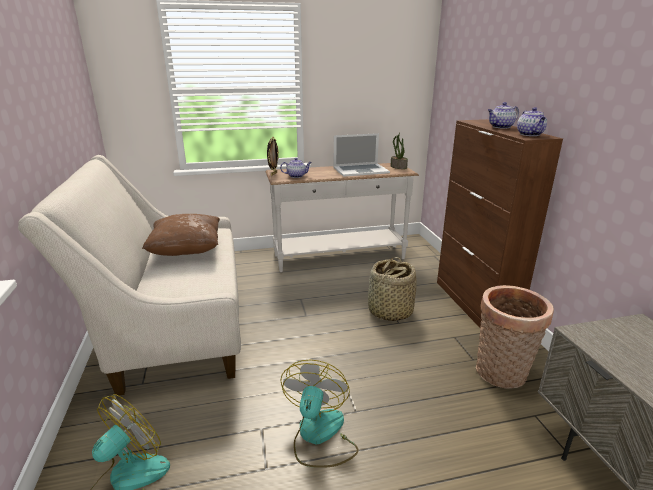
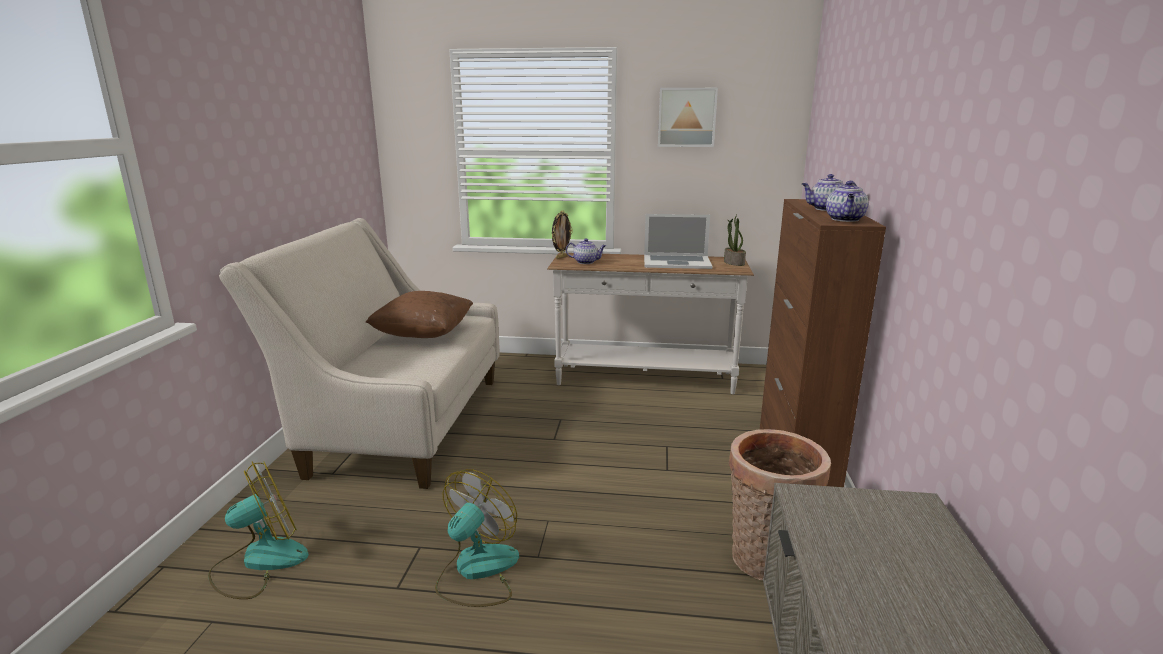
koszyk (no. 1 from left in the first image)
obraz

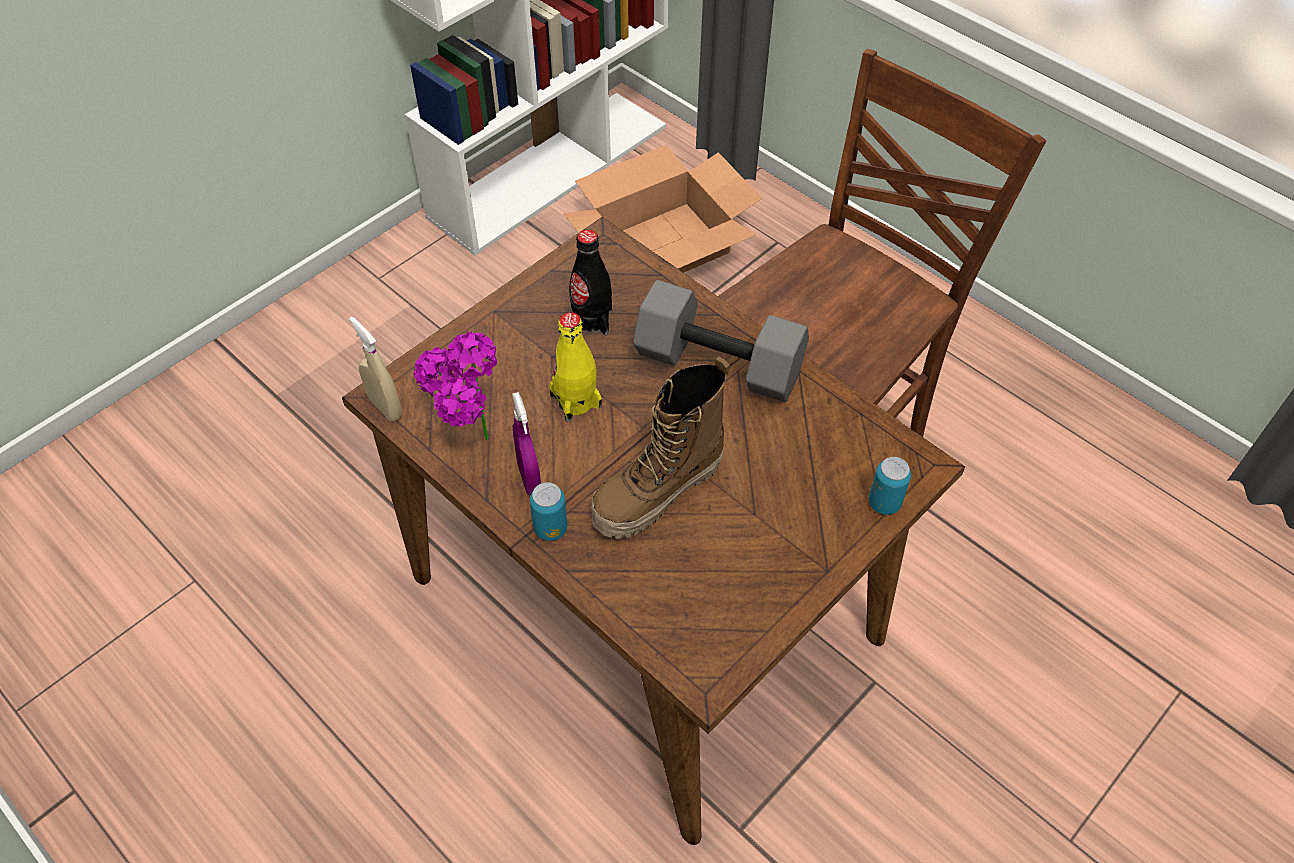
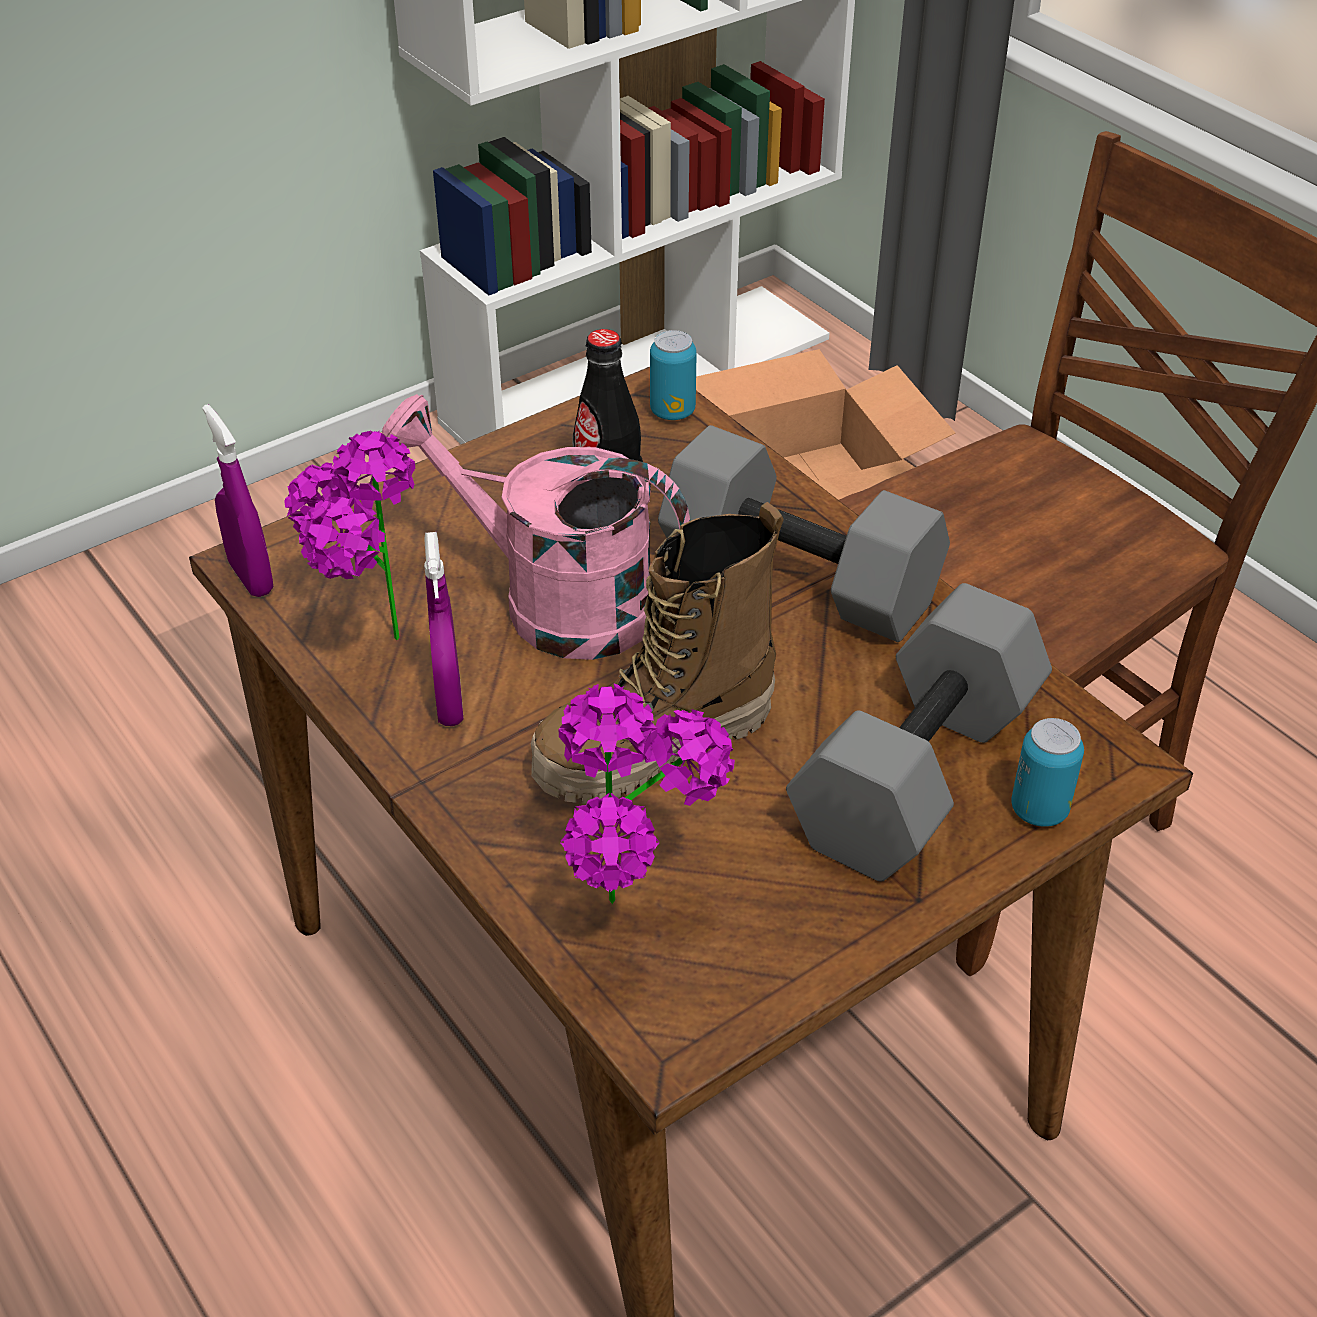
roślina doniczkowa (no. 2 from left)
hantel/szary (no. 2 from left)
puszka (no. 1 from left)
konewka/różowy
spryskiwacz/fioletowy (no. 1 from left)

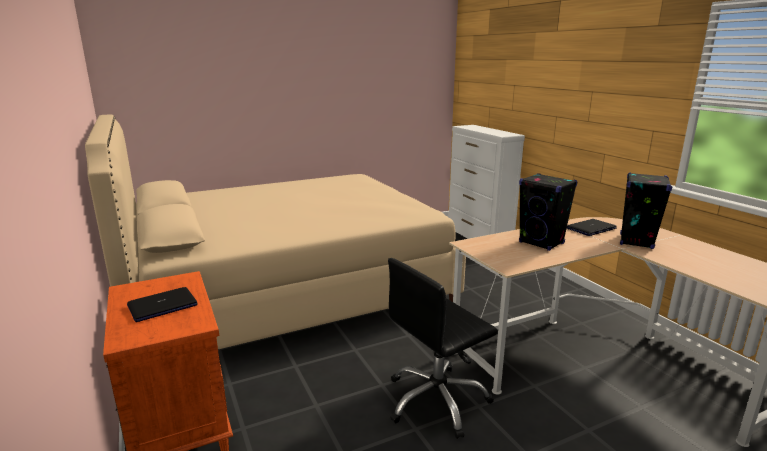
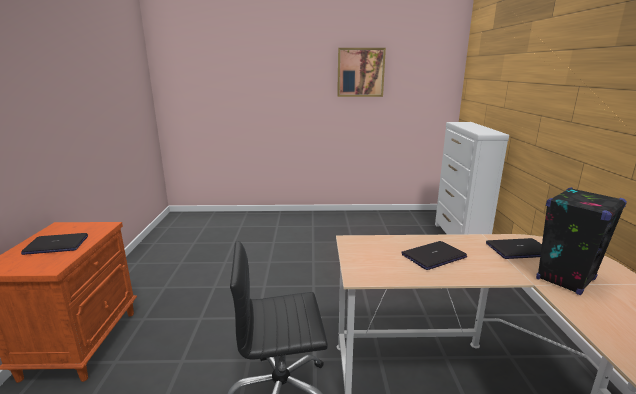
łóżko/beżowy
obraz
laptop (no. 2 from left)

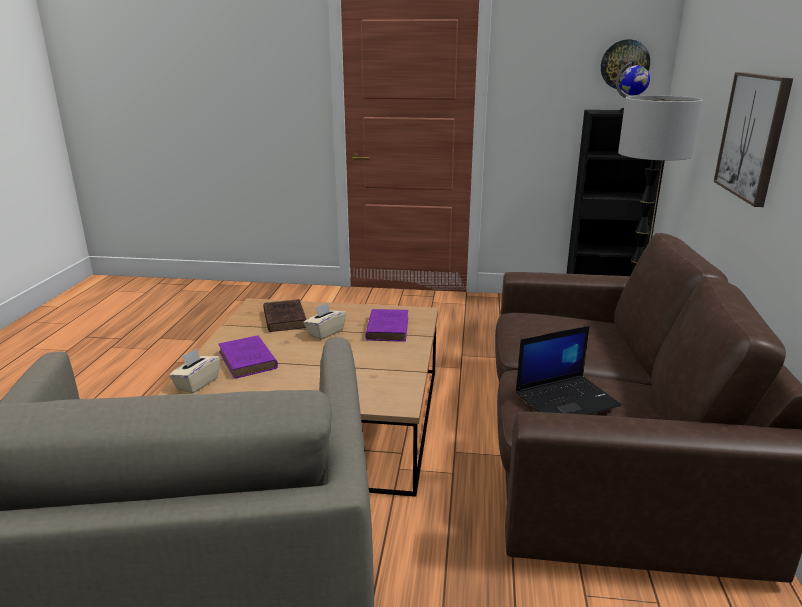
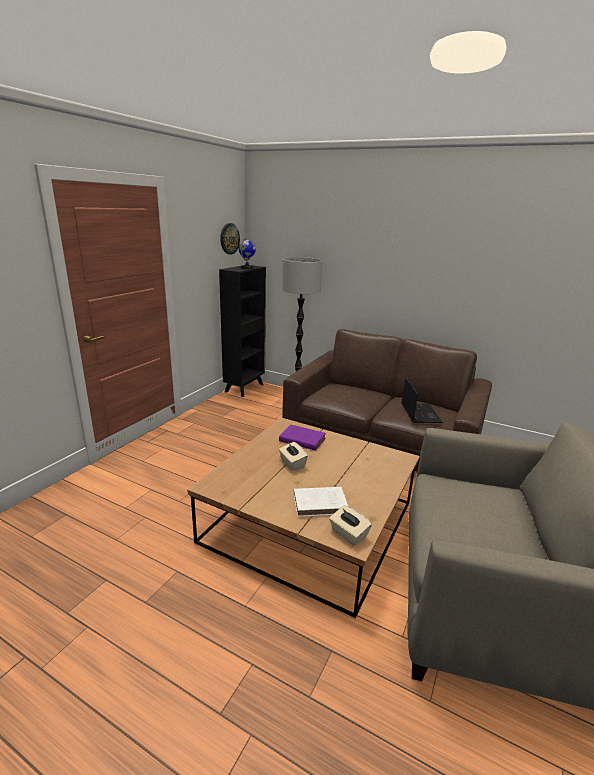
książka/brązowy
obraz
książka/biały

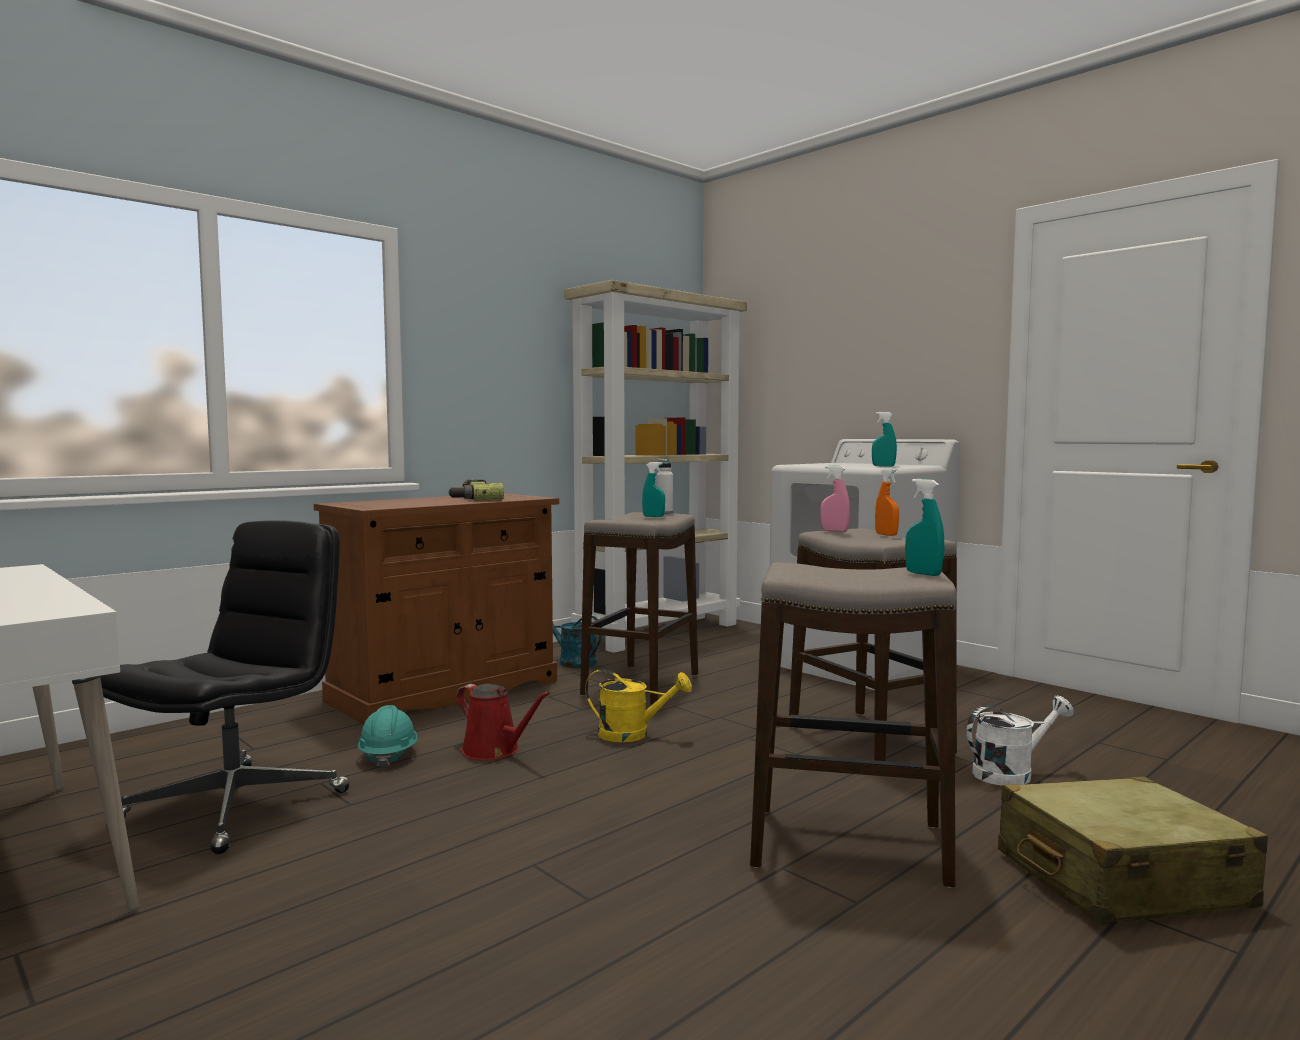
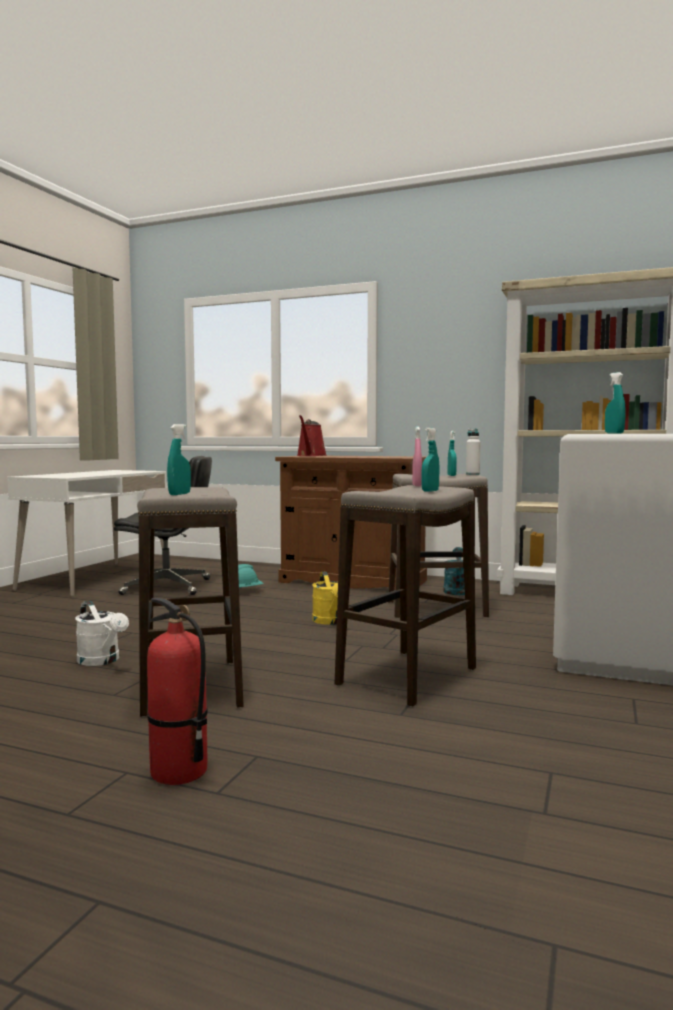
wiertarka
konewka/czerwony
konewka/biały
gaśnica
spryskiwacz/turkusowy (no. 2 from left)

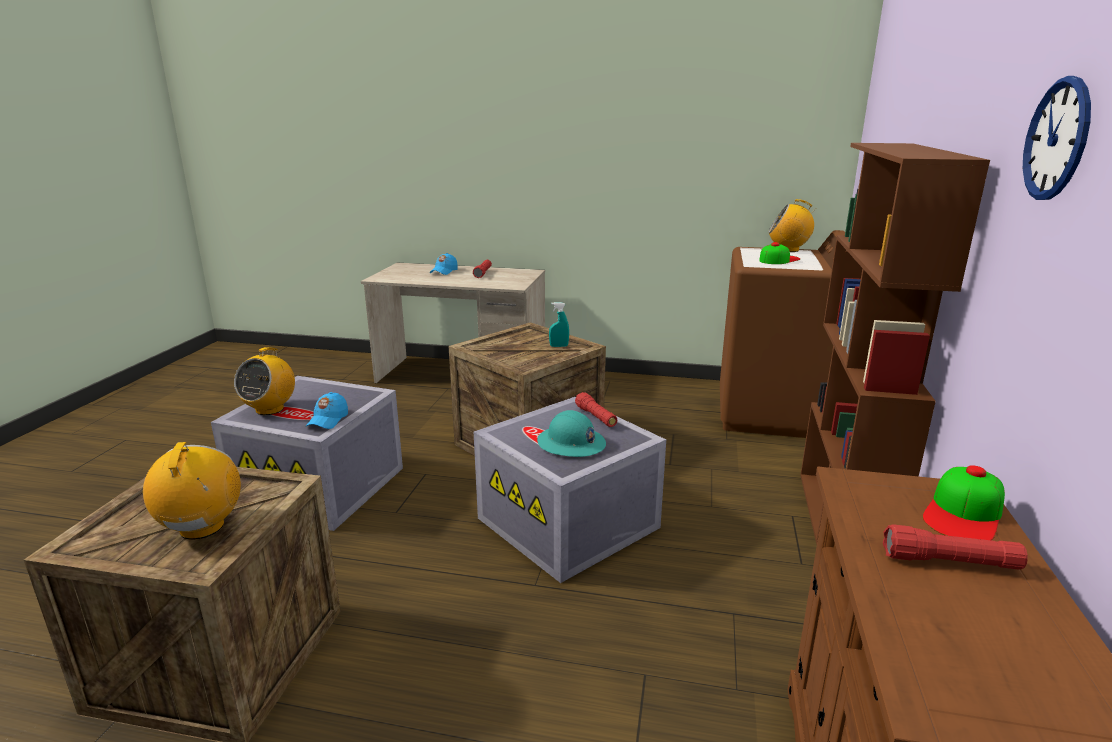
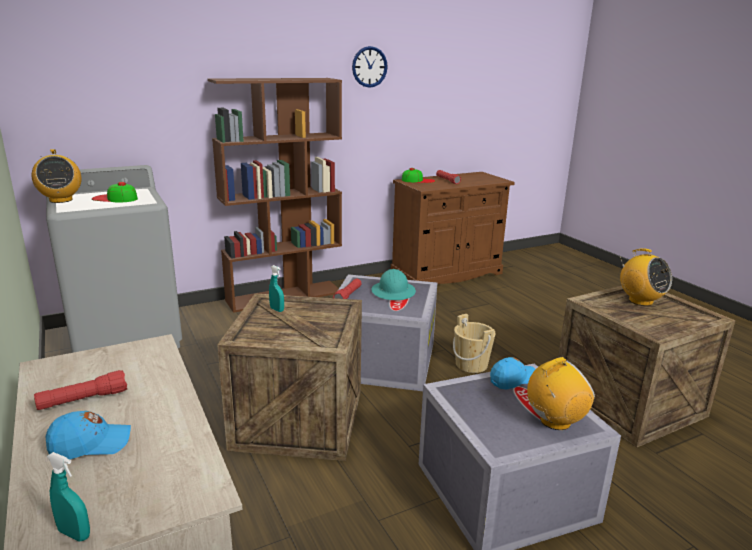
spryskiwacz/turkusowy (no. 1 from left)
wiadro/beżowy
pralka/szary
radio (no. 3 from left)

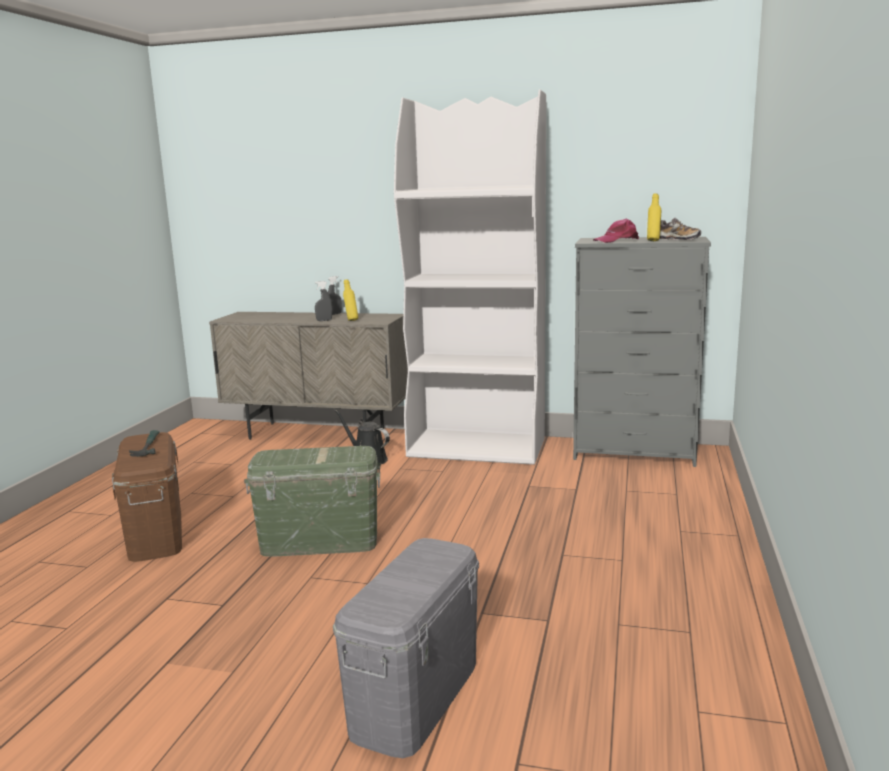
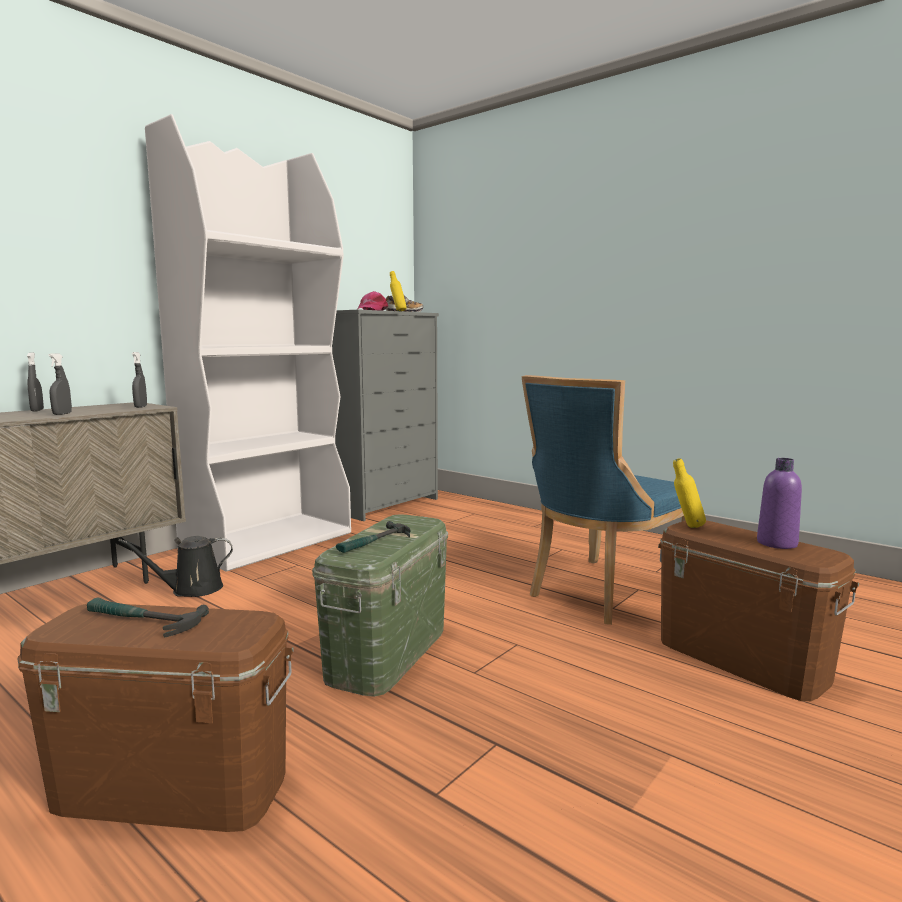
spryskiwacz/szary (no. 3 from left)
młotek (no. 2 from left)
krzesło/niebieski
butelka/fioletowy
butelka/żółty (no. 2 from left)
pojemnik do przechowywania/brązowy (no. 2 from left)

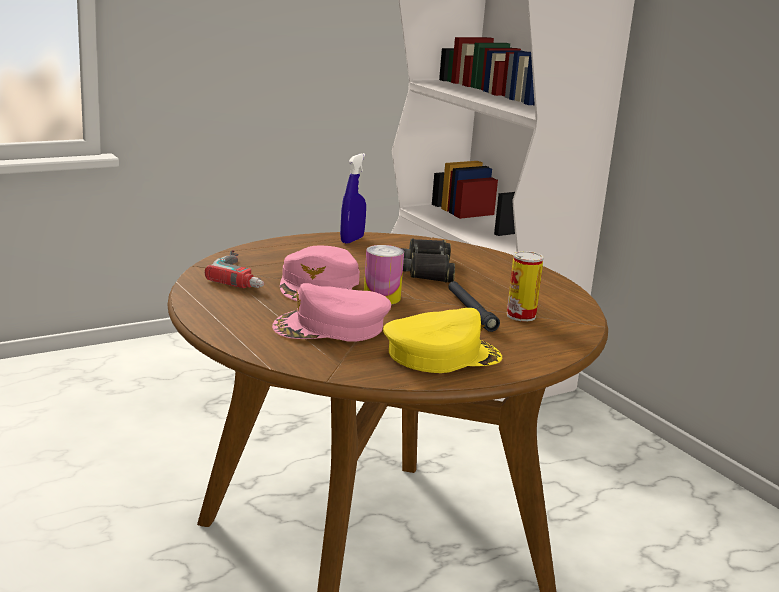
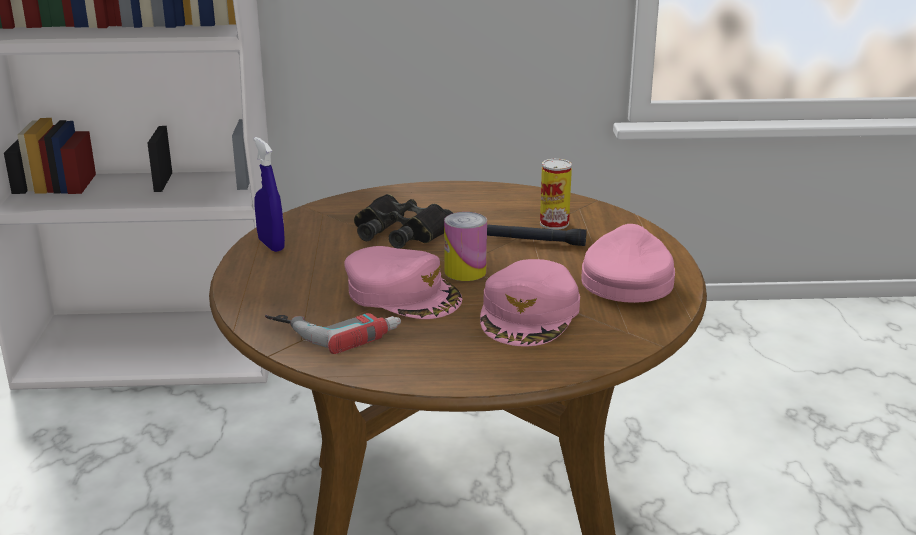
czapka z daszkiem/różowy (no. 3 from left)

